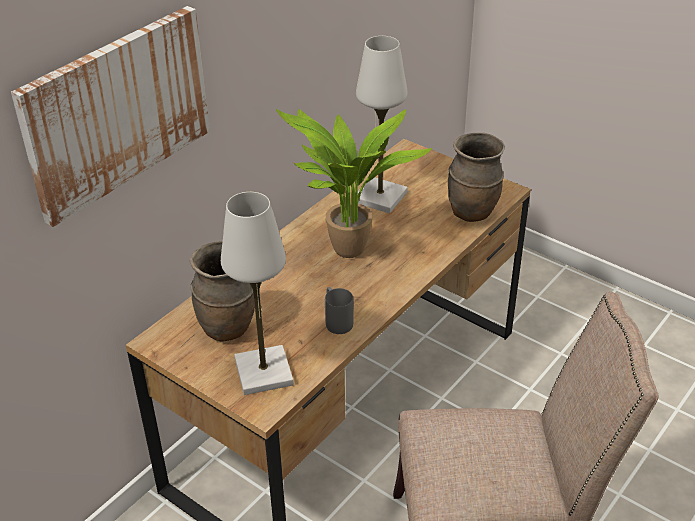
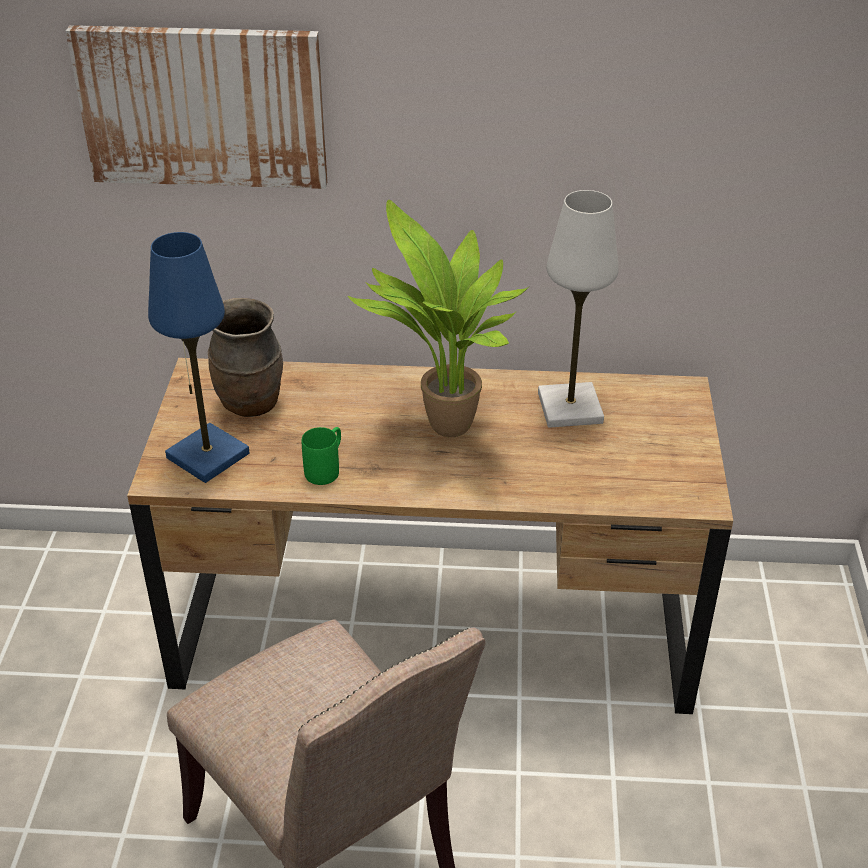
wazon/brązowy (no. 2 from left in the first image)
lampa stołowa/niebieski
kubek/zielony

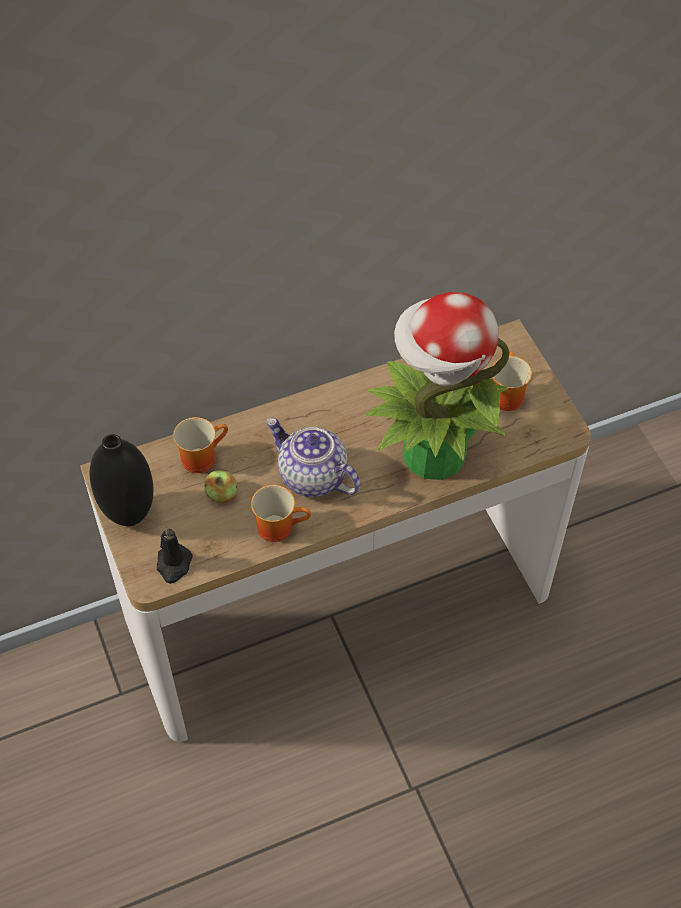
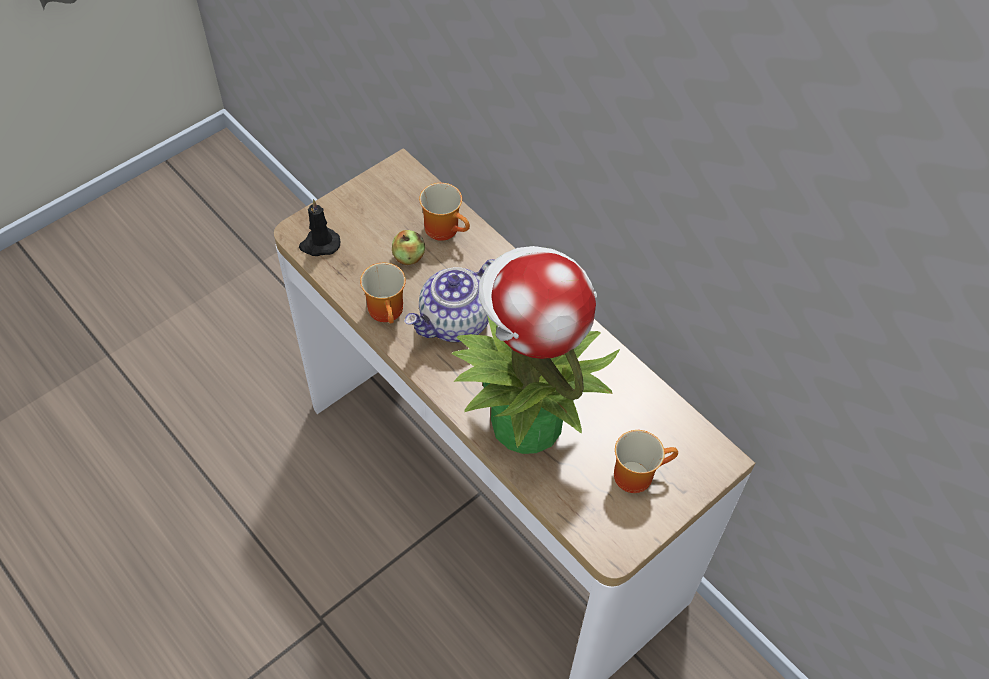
wazon/czarny
imbryk

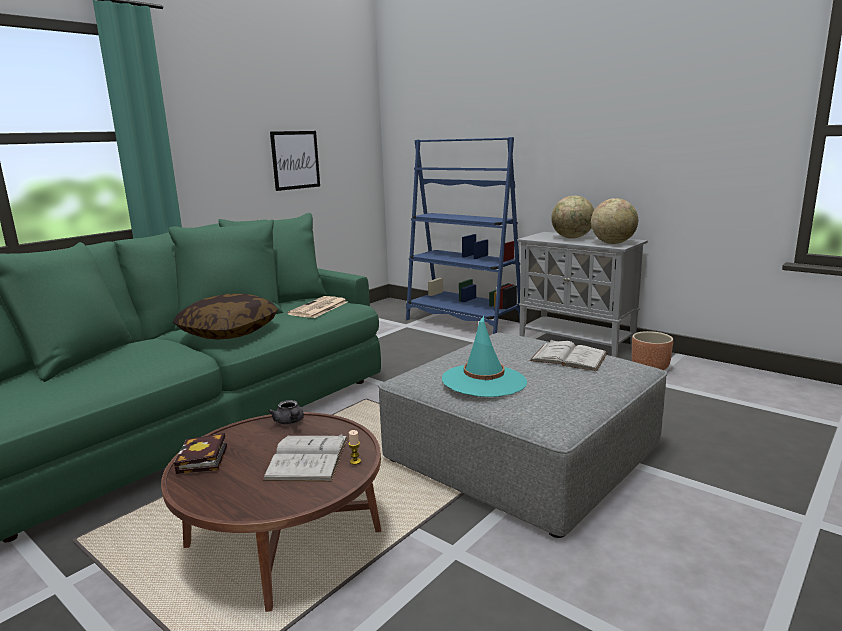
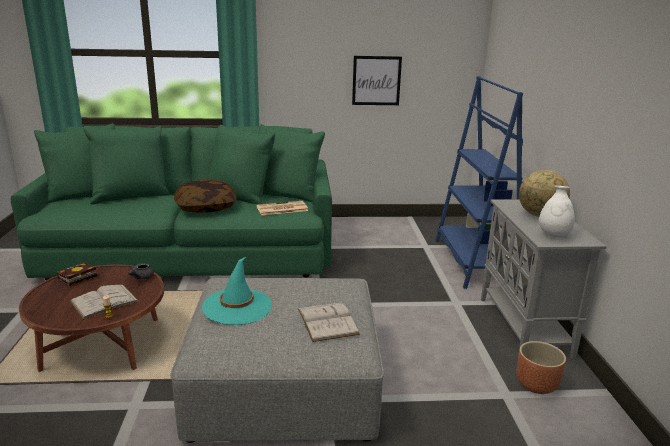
wazon/biały

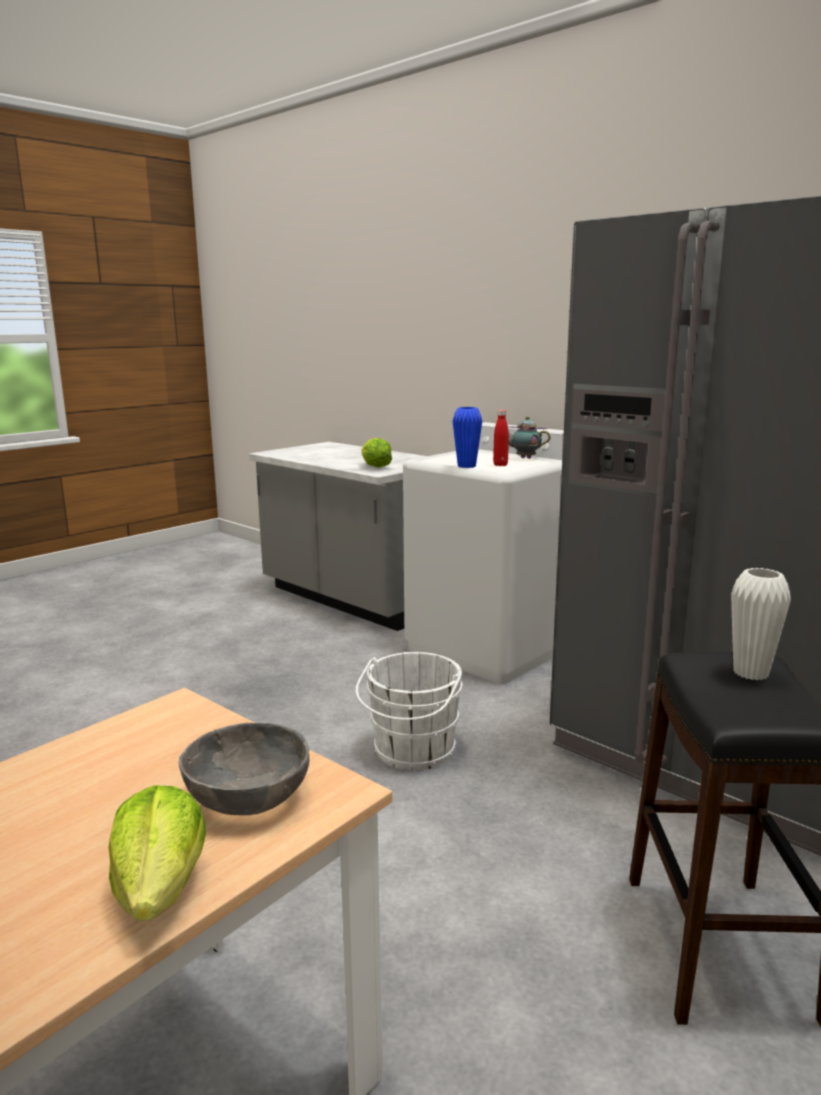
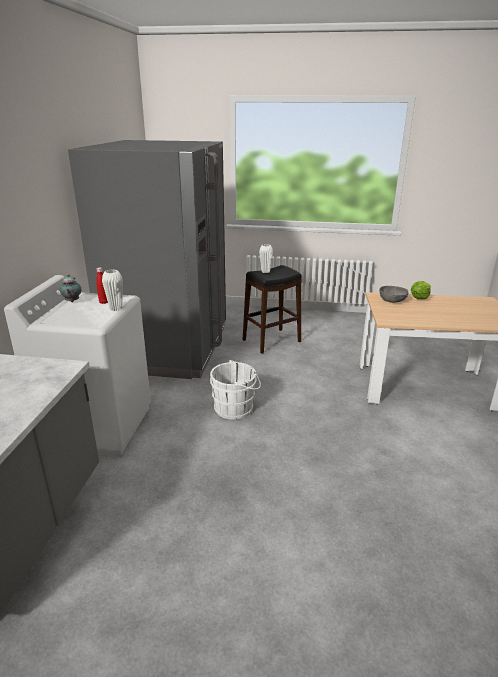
sałata (no. 2 from left in the first image)
wazon/biały (no. 1 from left)

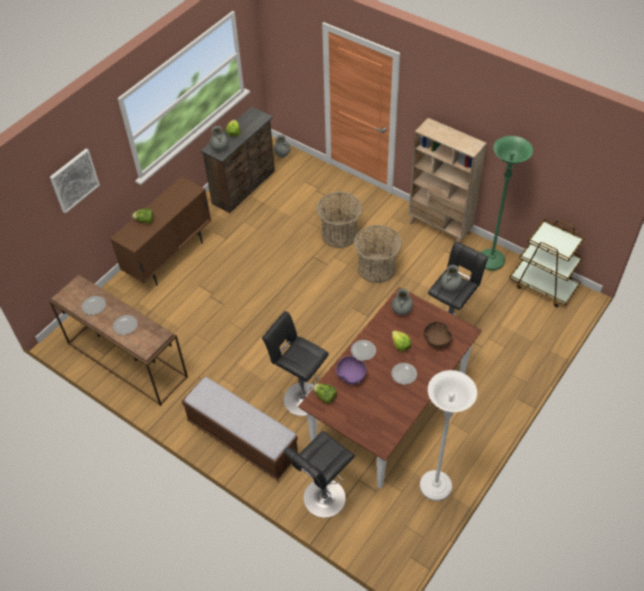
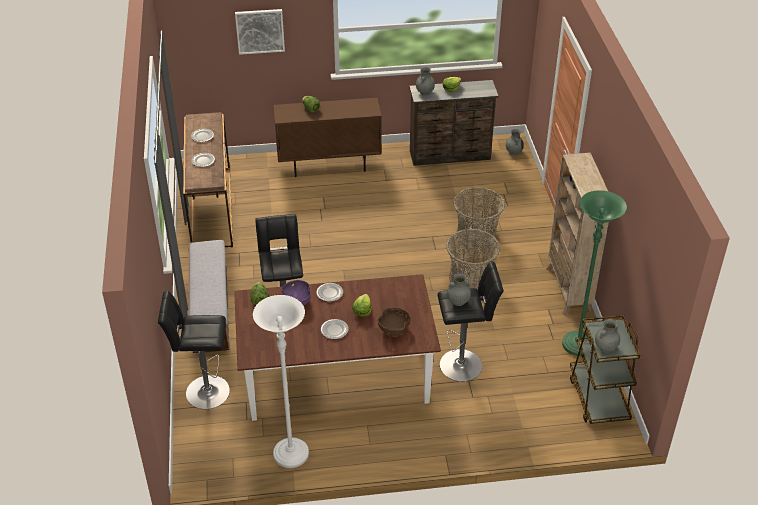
wazon/szary (no. 4 from left)

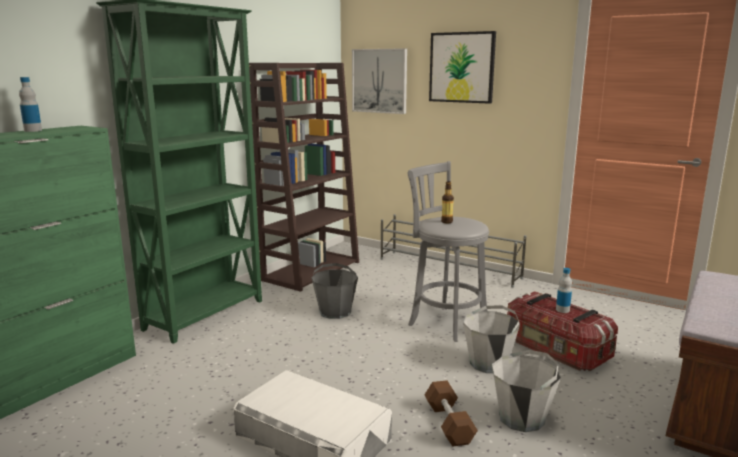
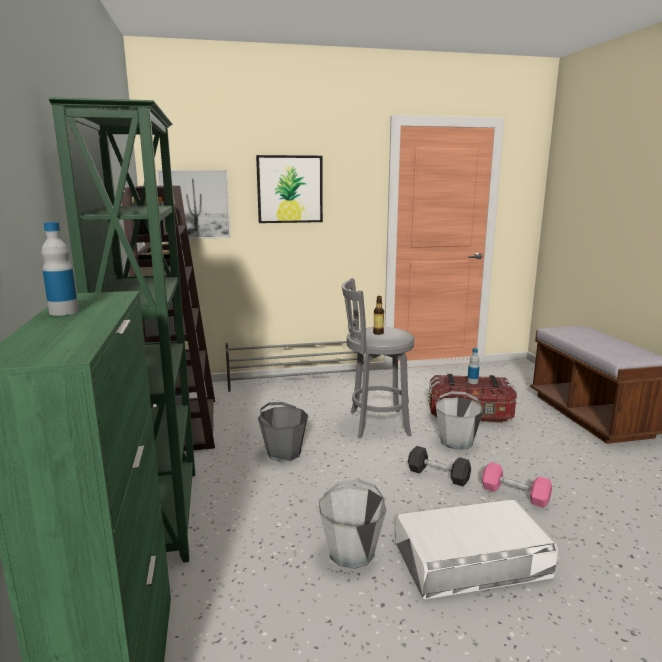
hantel/szary
wiadro/szary (no. 2 from left)
hantel/różowy

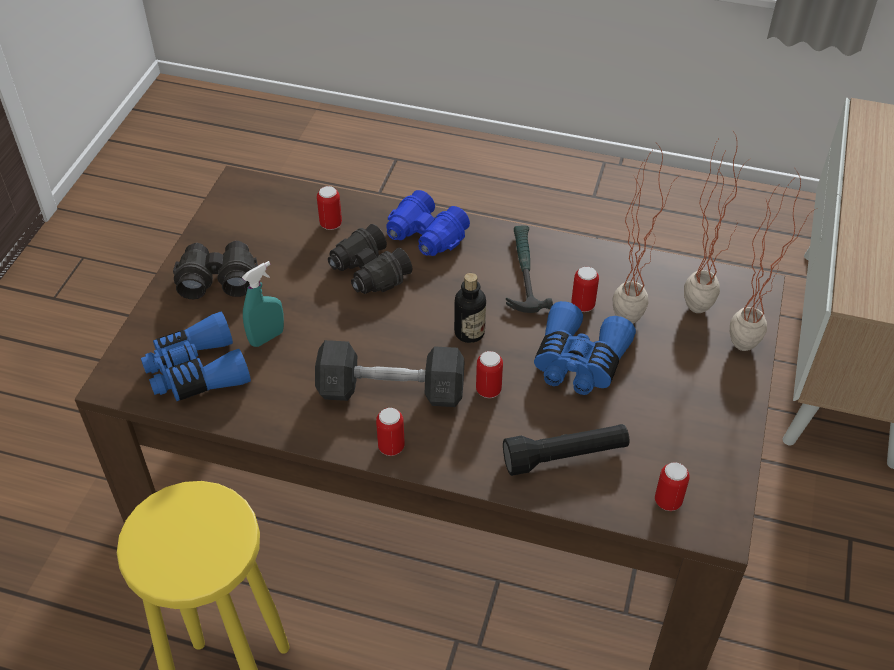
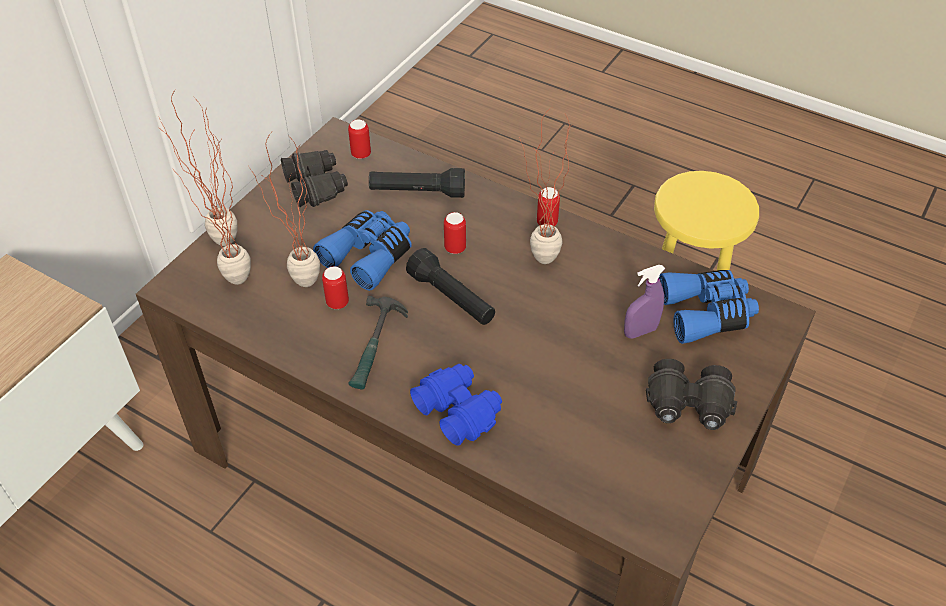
puszka (no. 1 from left in the first image)
lornetka/czarny (no. 1 from left)
roślina doniczkowa (no. 4 from left)
latarka/czarny (no. 2 from left)
spryskiwacz/fioletowy

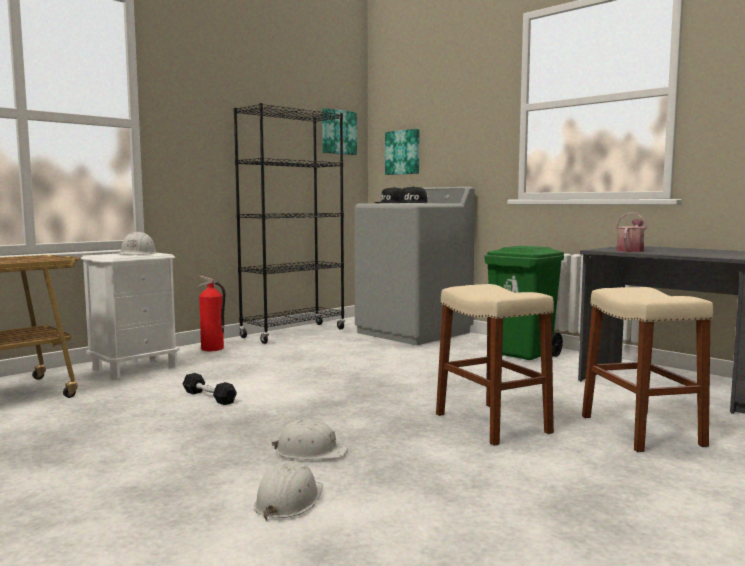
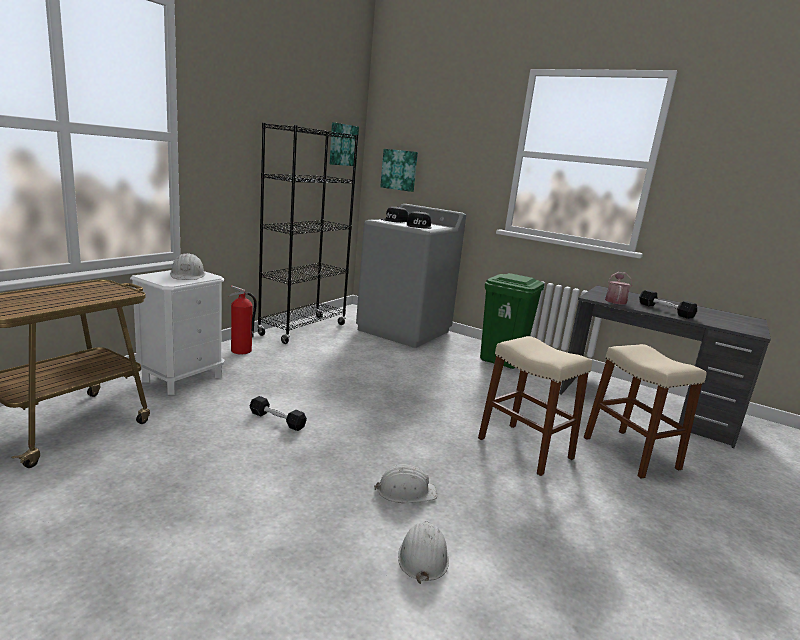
hantel/czarny (no. 2 from left)

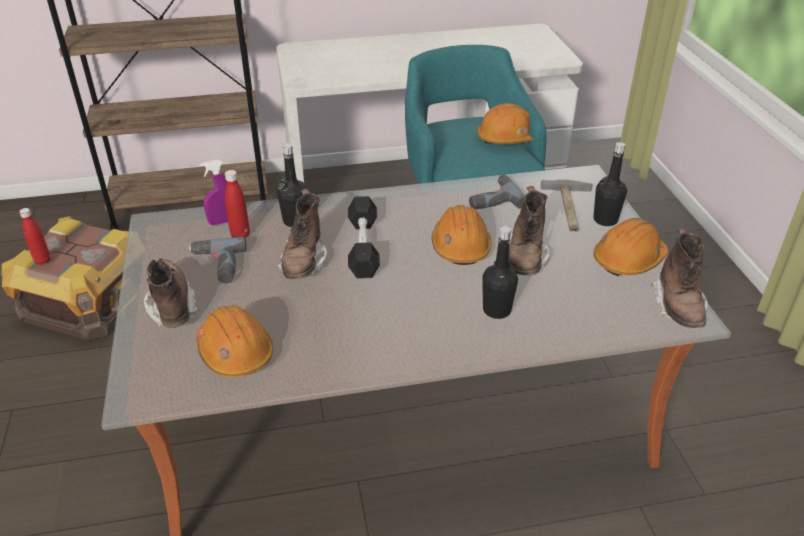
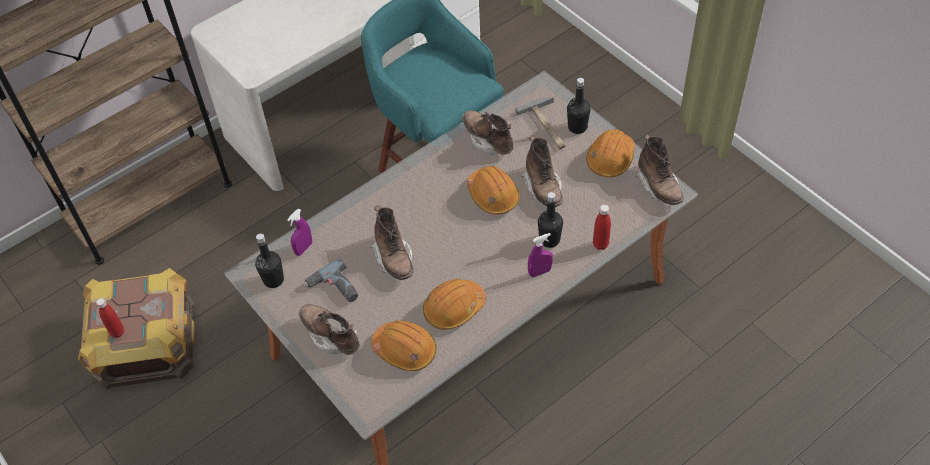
hantel/czarny
spryskiwacz/fioletowy (no. 2 from left)
butelka/czerwony (no. 2 from left)
butelka/czarny (no. 1 from left)
kask/pomarańczowy (no. 2 from left)
but z cholewką/brązowy (no. 3 from left)

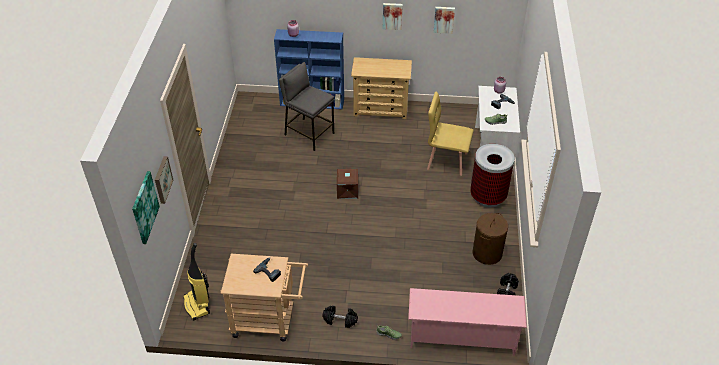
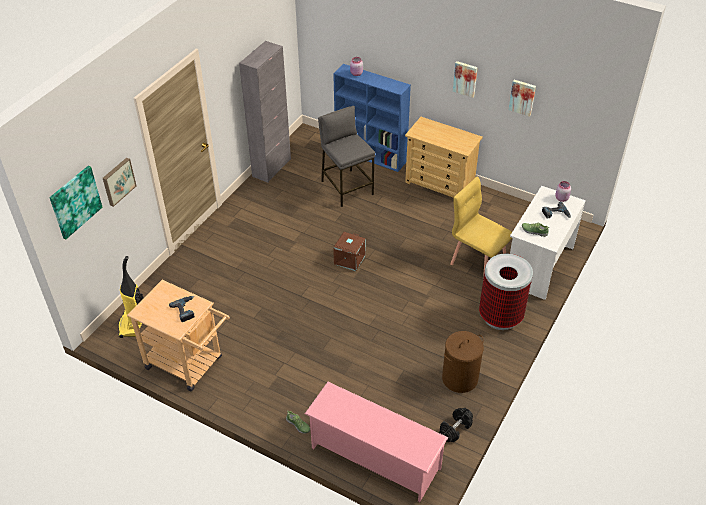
hantel/czarny (no. 1 from left in the first image)
szafka/szary

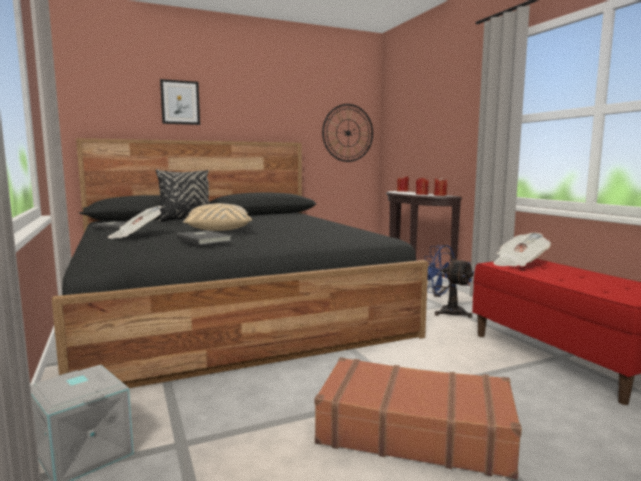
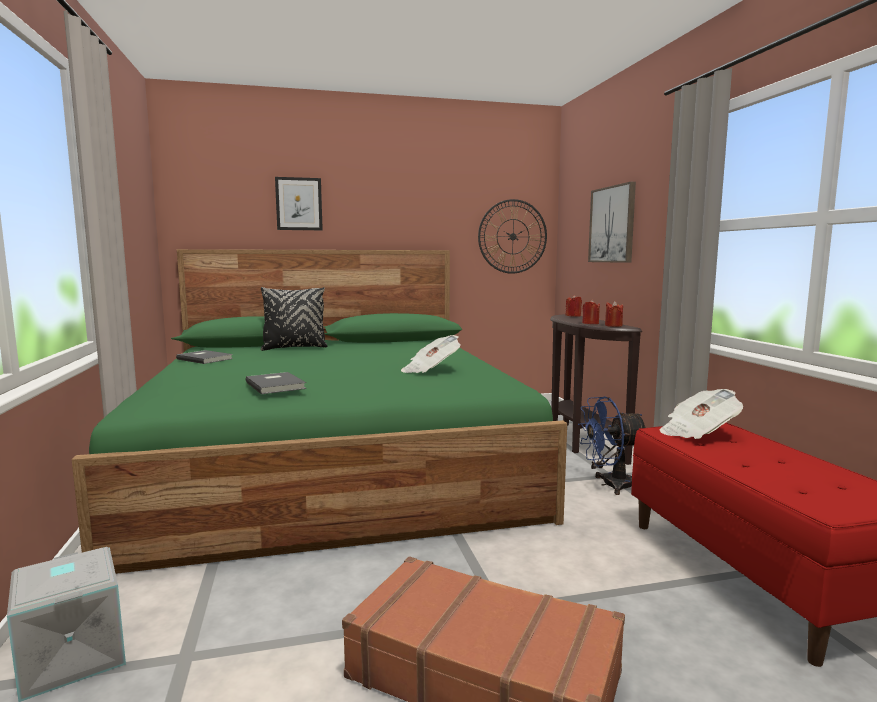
poduszka/beżowy
obraz (no. 2 from left)
gazeta (no. 1 from left)
łóżko/zielony
wentylator/niebieski

